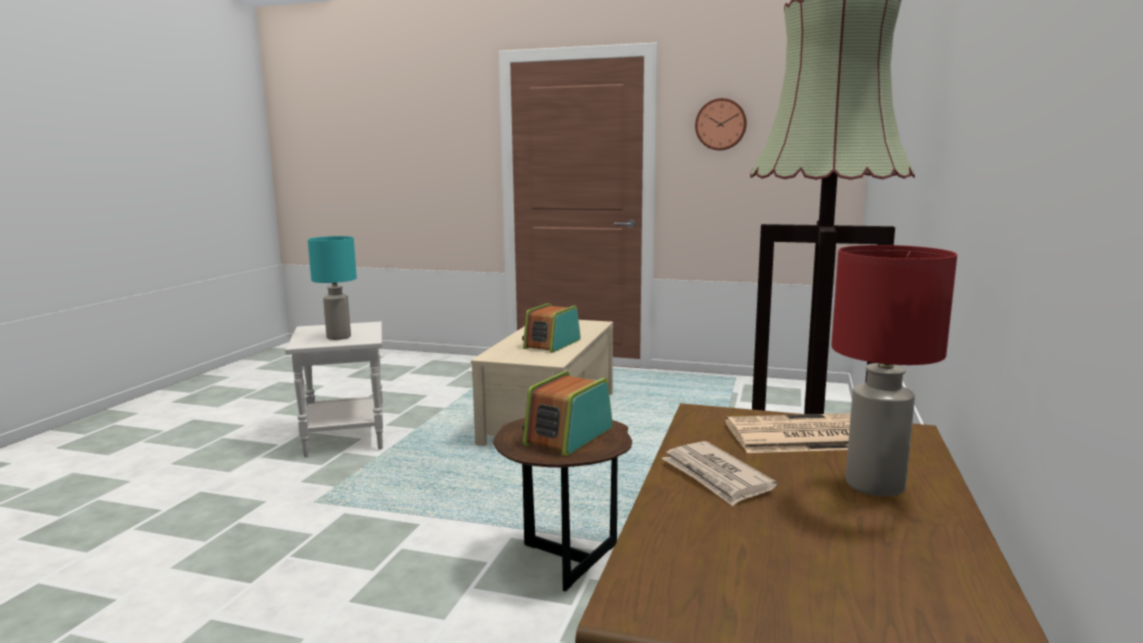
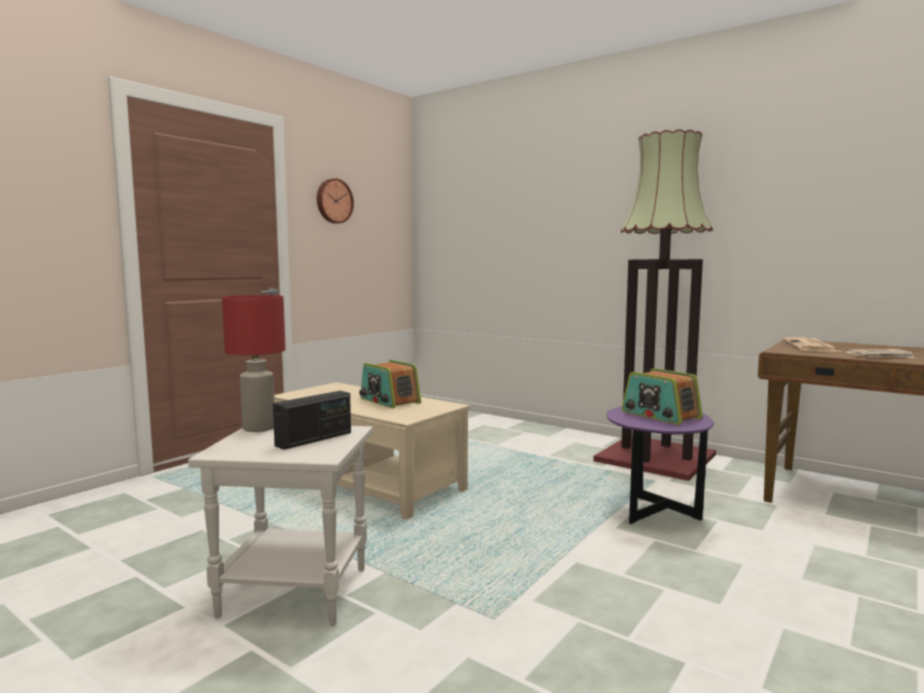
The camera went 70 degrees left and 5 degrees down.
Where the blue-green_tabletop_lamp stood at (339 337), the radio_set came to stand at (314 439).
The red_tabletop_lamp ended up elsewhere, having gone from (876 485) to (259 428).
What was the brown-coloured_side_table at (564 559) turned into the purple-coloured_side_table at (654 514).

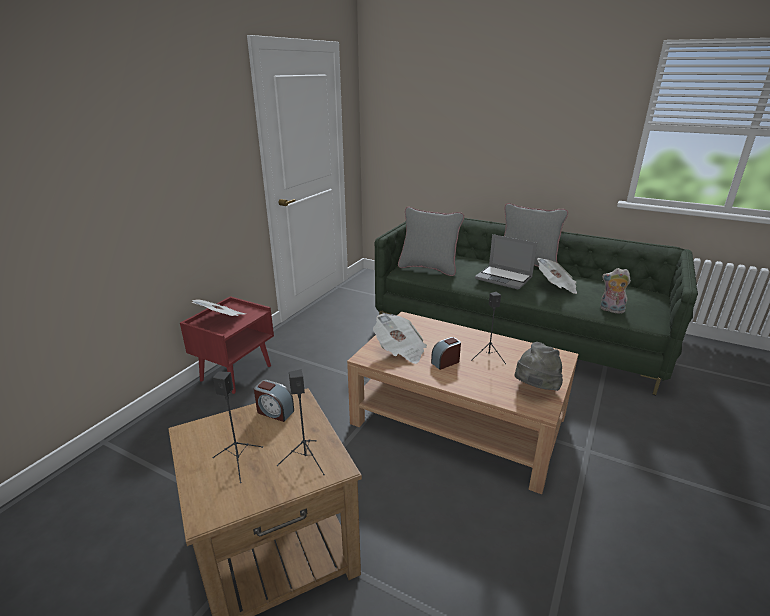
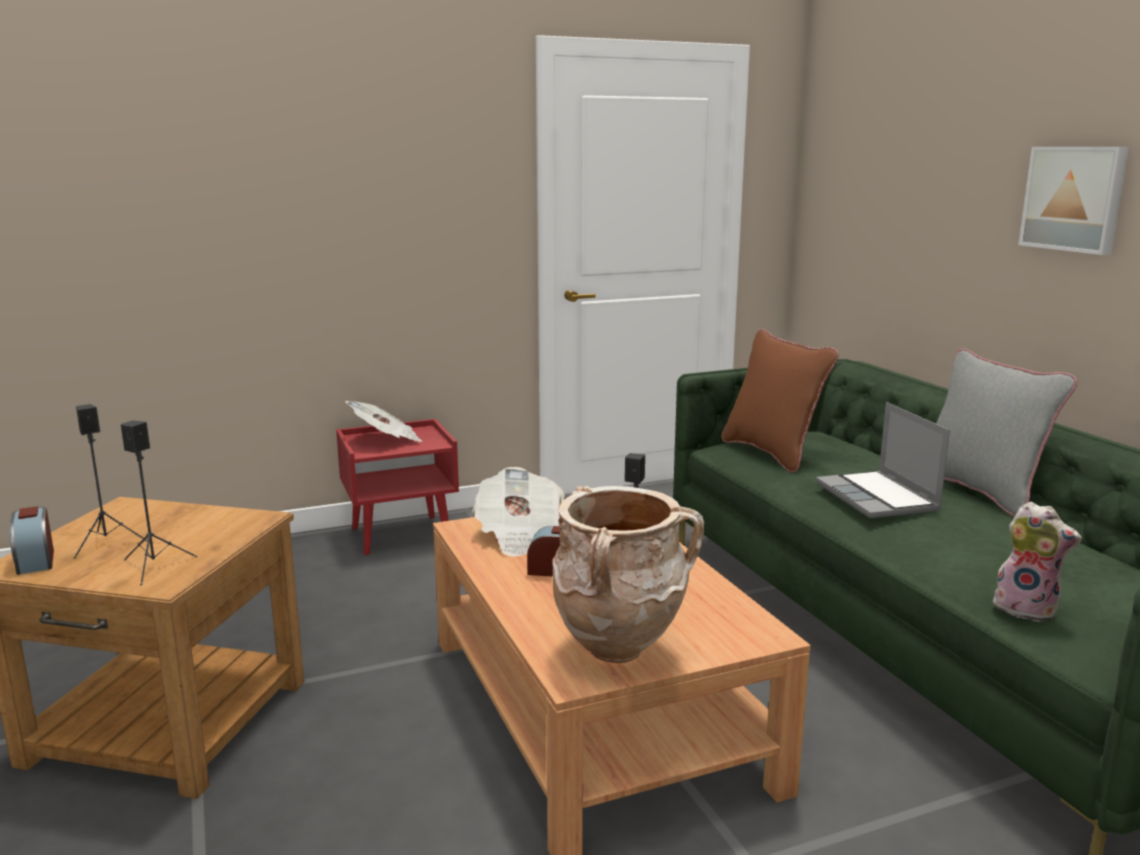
The camera went 40 degrees right and 10 degrees down.
What was the grey_cushion at (428 268) turned into the brown-coloured_cushion at (772 453).
The second view lost the printed_paper at (556 286).
The cuddly_toy at (610 310) ended up facing another way, 150 degrees clockwise from before.
Where the grey_wearable_hat stood at (535 389), the beige-coloured_vase came to stand at (619 652).
The alarm_clock ended up elsewhere, having gone from (274 412) to (35 561).
The second view gained the wall_picture at (1074 198).

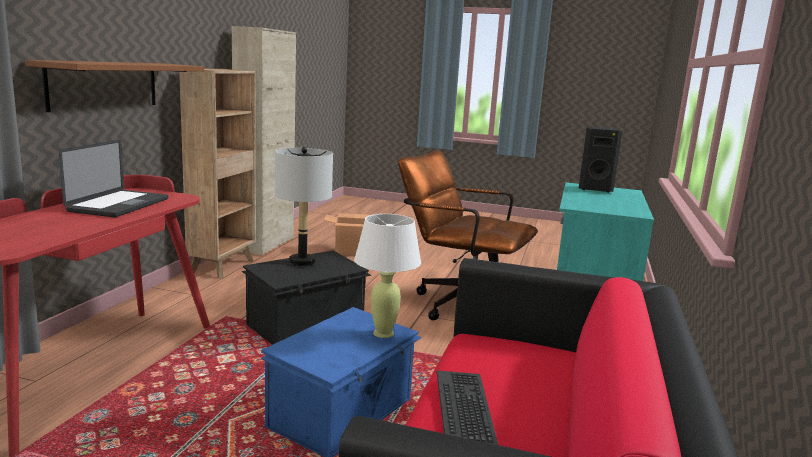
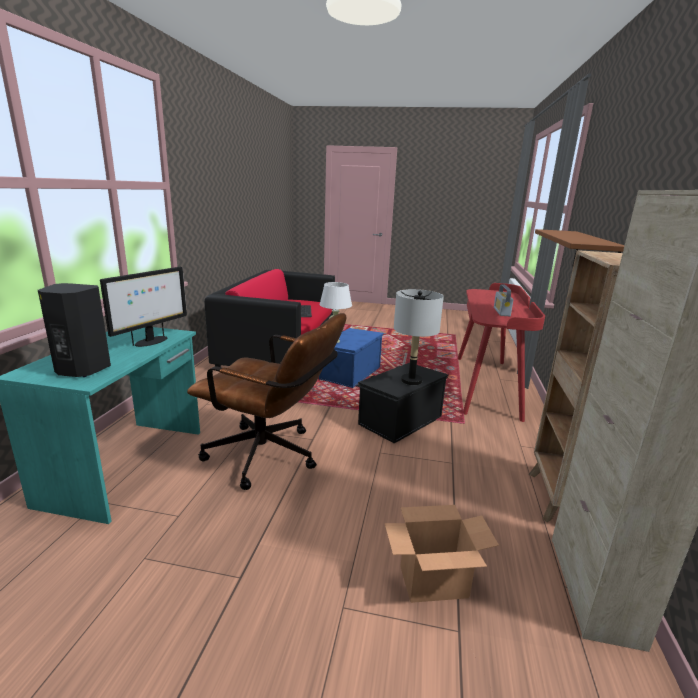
The camera went 175 degrees right and 5 degrees up.
Where the portable_computer stood at (119 205), the radio_set came to stand at (501 312).
The second view gained the monitor at (151 341).

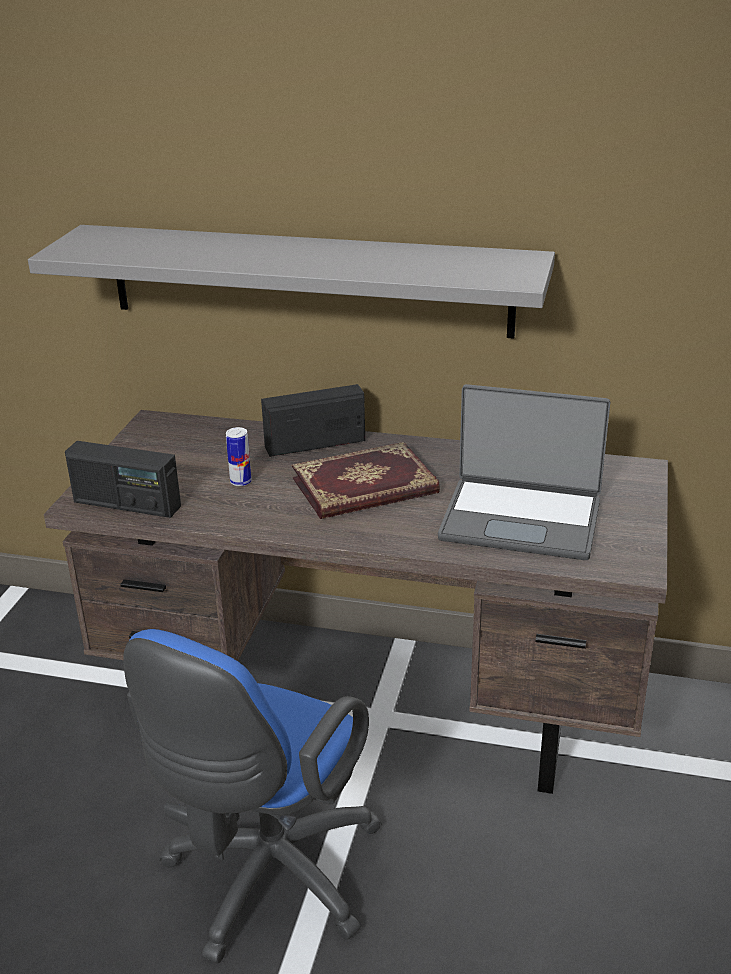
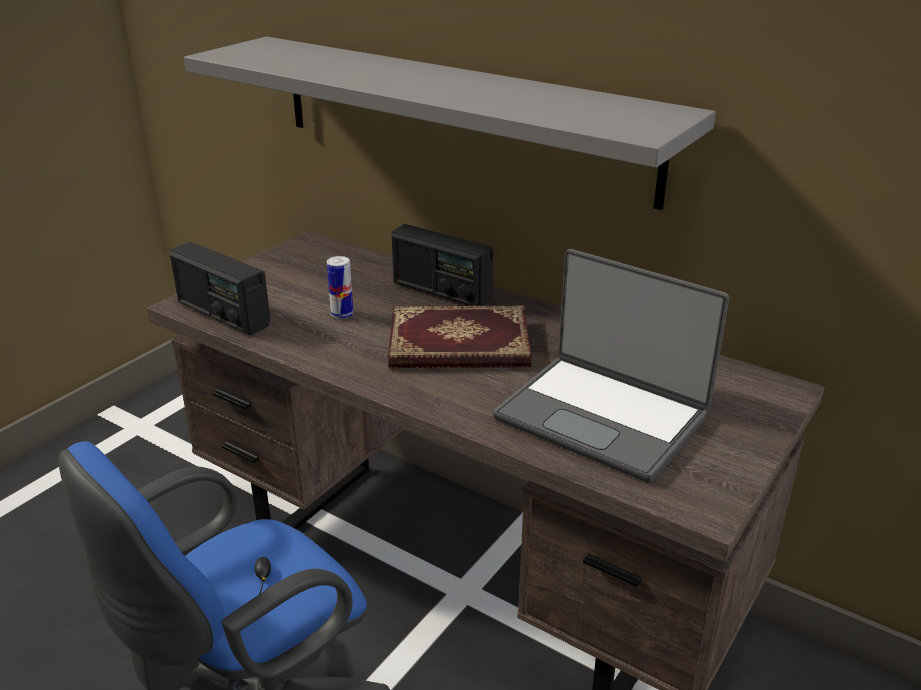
The camera went 20 degrees right and 0 degrees up.
The radio_set at (315 444) ended up facing another way, 150 degrees counterclockwise from before.

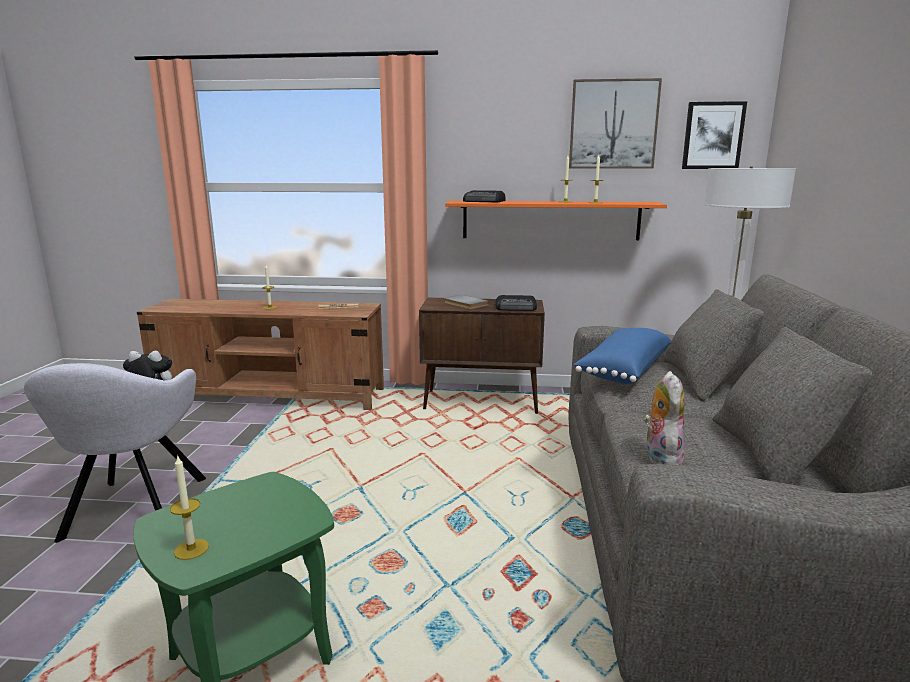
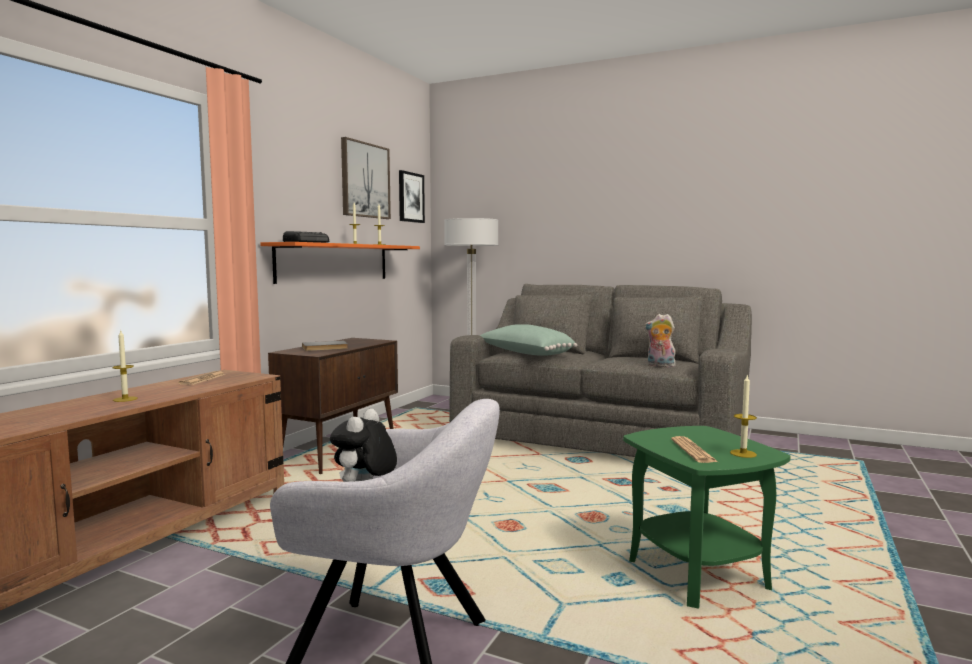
The camera went 70 degrees left and 10 degrees down.
The second view lost the radio_set at (516 308).
What was the blue_cushion at (622 370) turned into the green-coloured_cushion at (525 354).
The second view gained the printed_paper at (693 451).

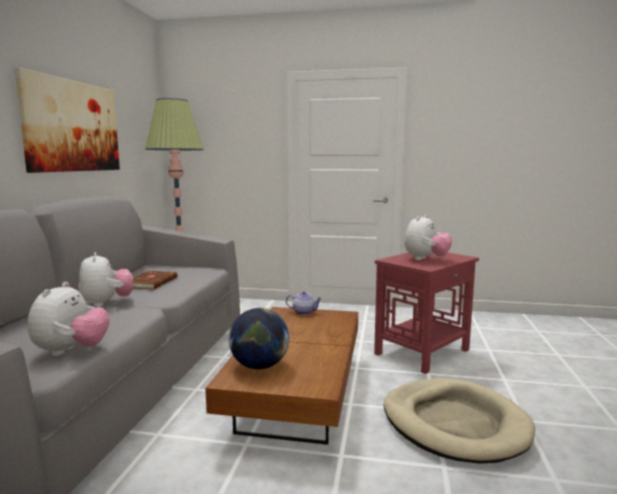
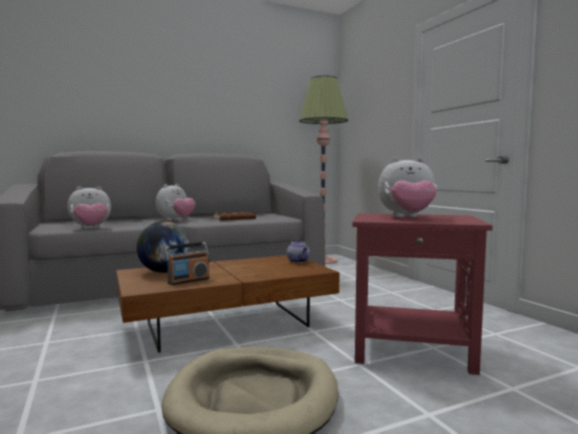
The camera went 55 degrees right and 5 degrees down.
The second view lost the wall_picture at (73 126).
The second view gained the radio_set at (188 281).

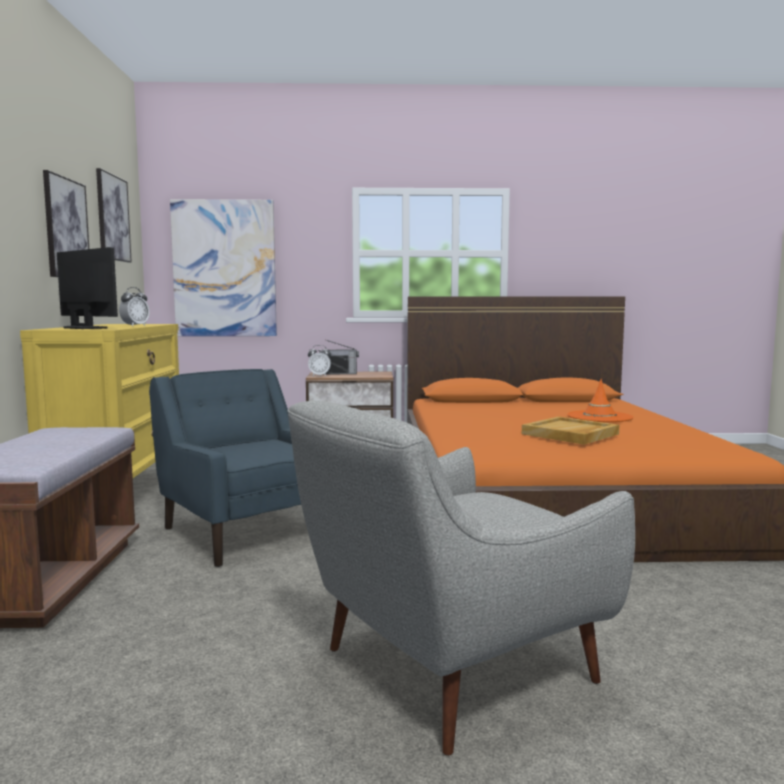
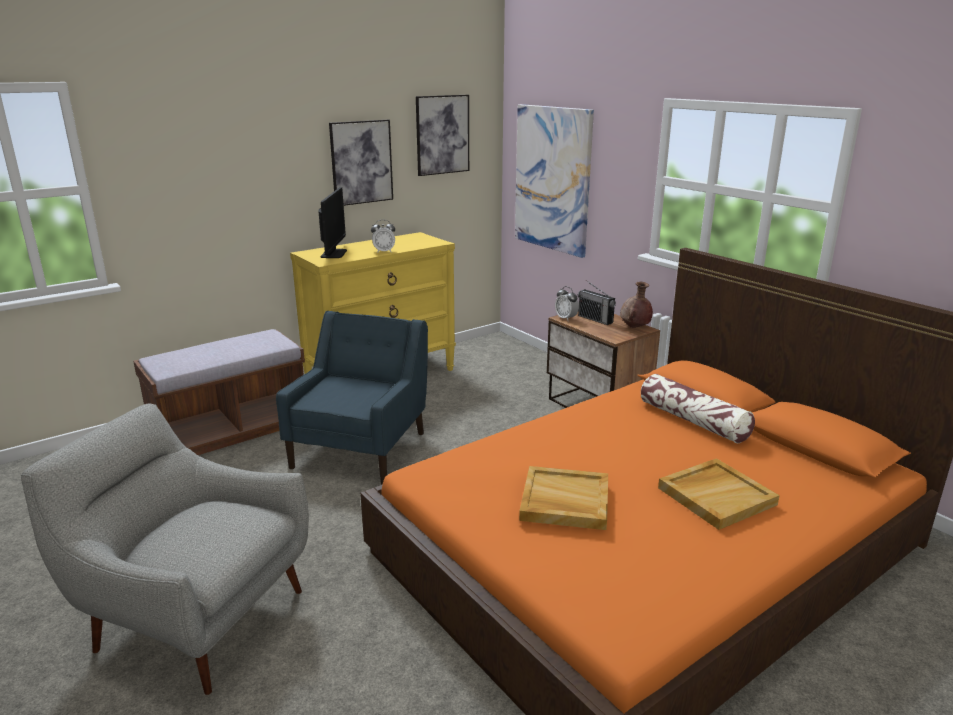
The camera went 55 degrees right and 15 degrees up.
Where the orangey_wearable_hat stood at (599 417), the beige-coloured_tray came to stand at (716 495).
The second view gained the brown-coloured_vase at (634 327).
The second view gained the cushion at (693 421).

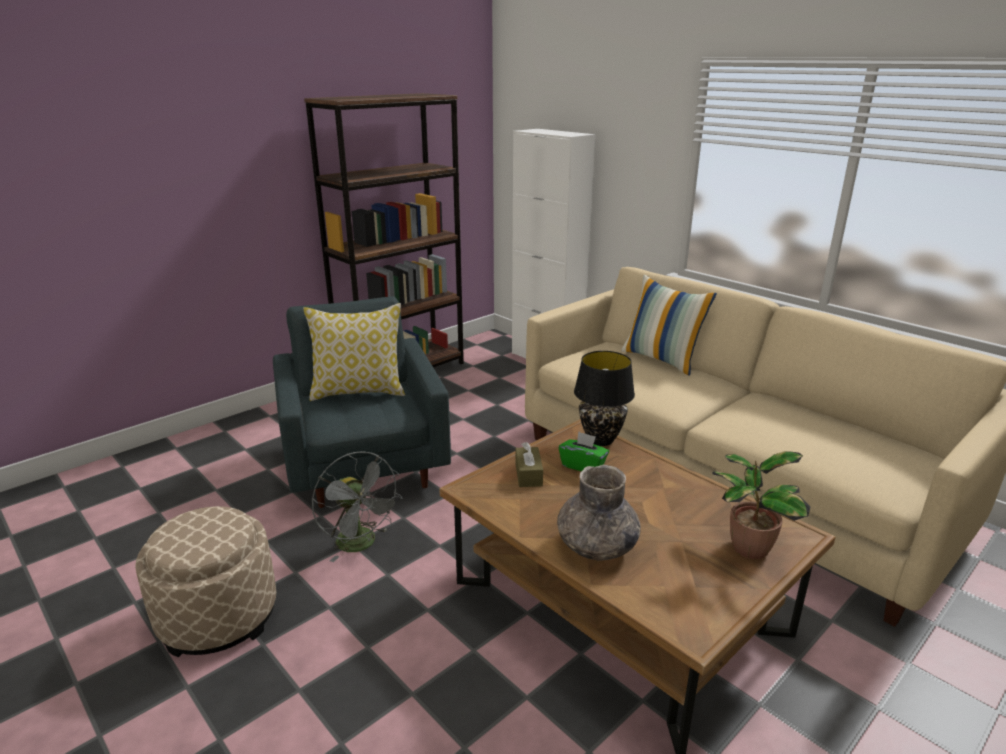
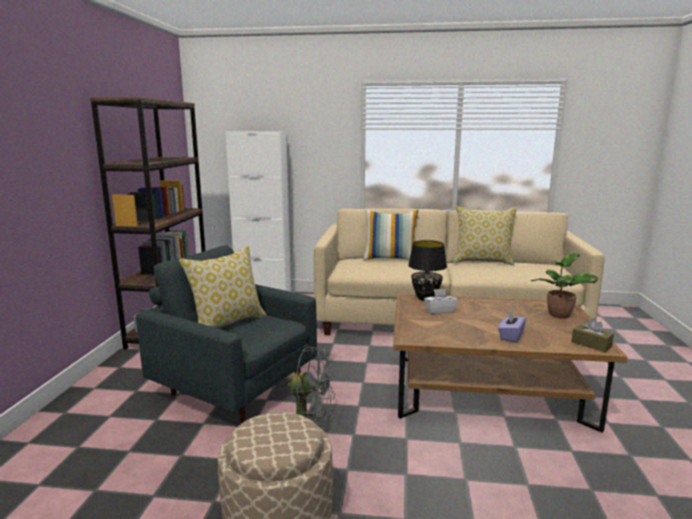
The camera went 40 degrees left and 10 degrees down.
What was the green-coloured_box_of_tissues at (583 465) turned into the white_box_of_tissues at (439 311).
The brown-coloured_box_of_tissues ended up elsewhere, having gone from (528 474) to (591 344).
Where the grey_vase stood at (596 546), the purple-coloured_box_of_tissues came to stand at (511 336).
The second view gained the cushion at (483 261).

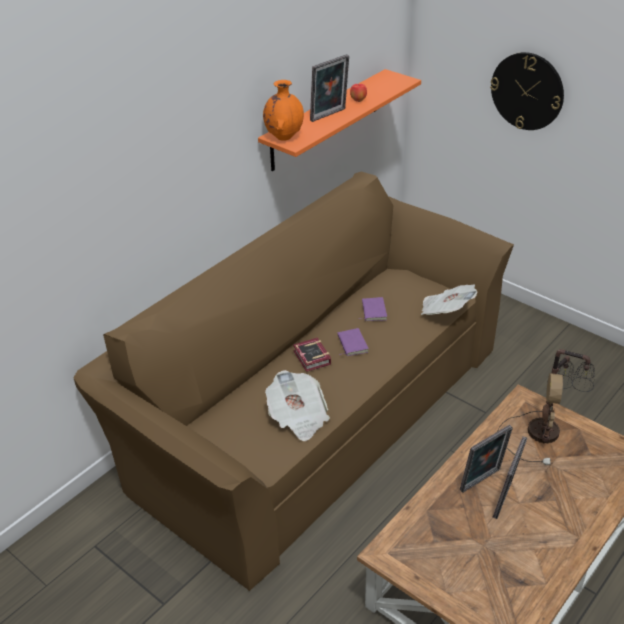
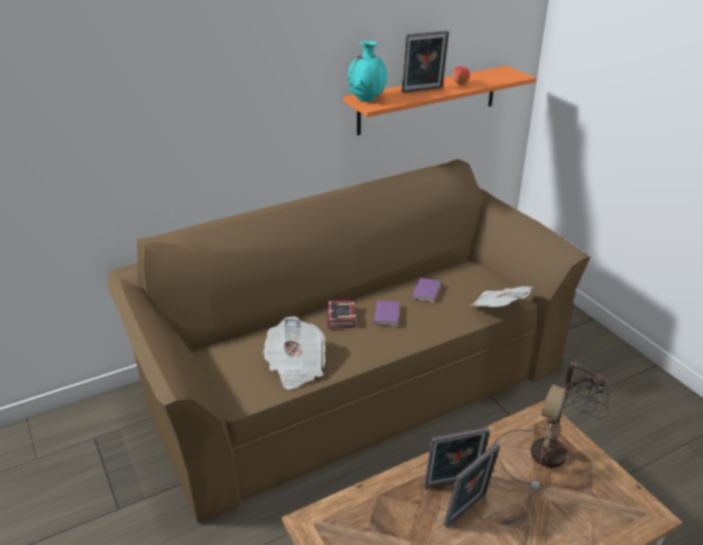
The camera went 20 degrees right and 5 degrees down.
The second view lost the wall_clock at (527 91).
What was the orangey_vase at (284 137) turned into the blue-green_vase at (366 99).

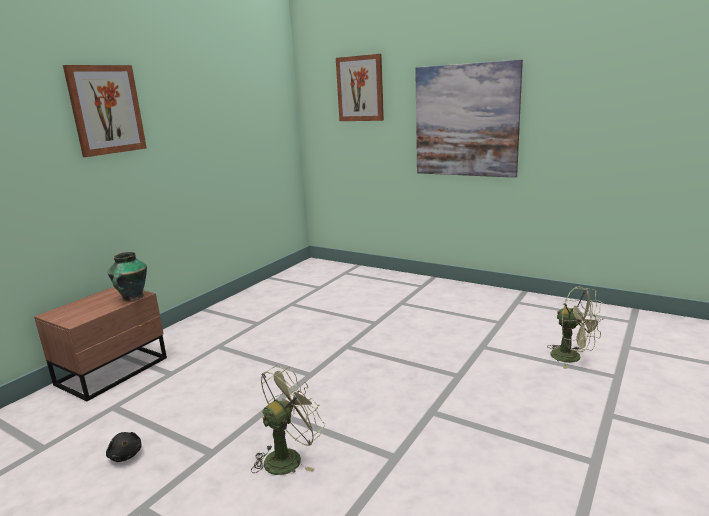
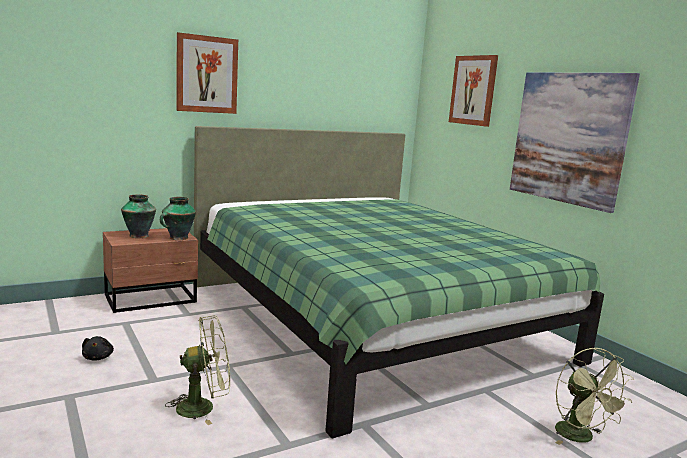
The camera went 25 degrees right and 5 degrees down.
The second view gained the green-coloured_sleeping_bed at (370 321).
The second view gained the vase at (139 235).

